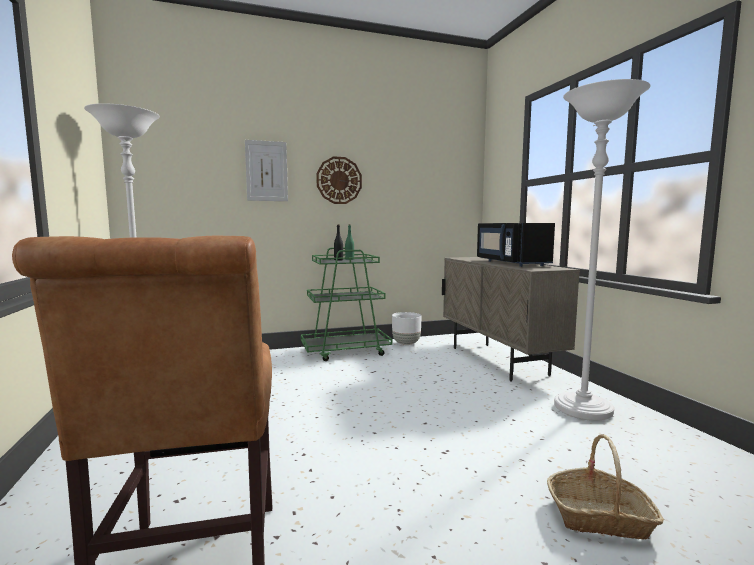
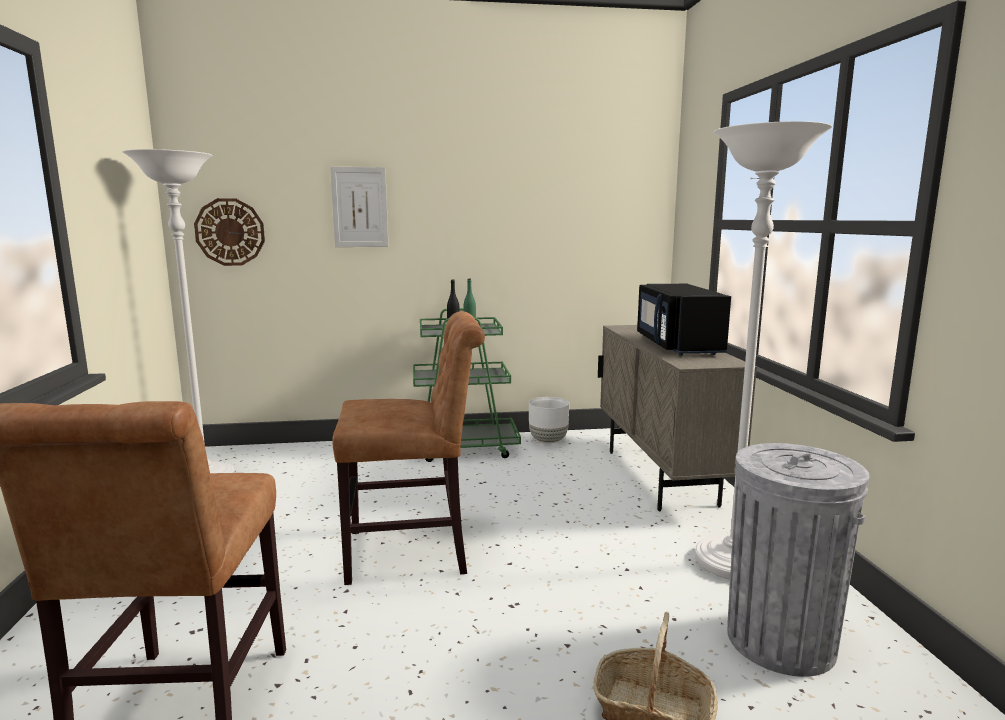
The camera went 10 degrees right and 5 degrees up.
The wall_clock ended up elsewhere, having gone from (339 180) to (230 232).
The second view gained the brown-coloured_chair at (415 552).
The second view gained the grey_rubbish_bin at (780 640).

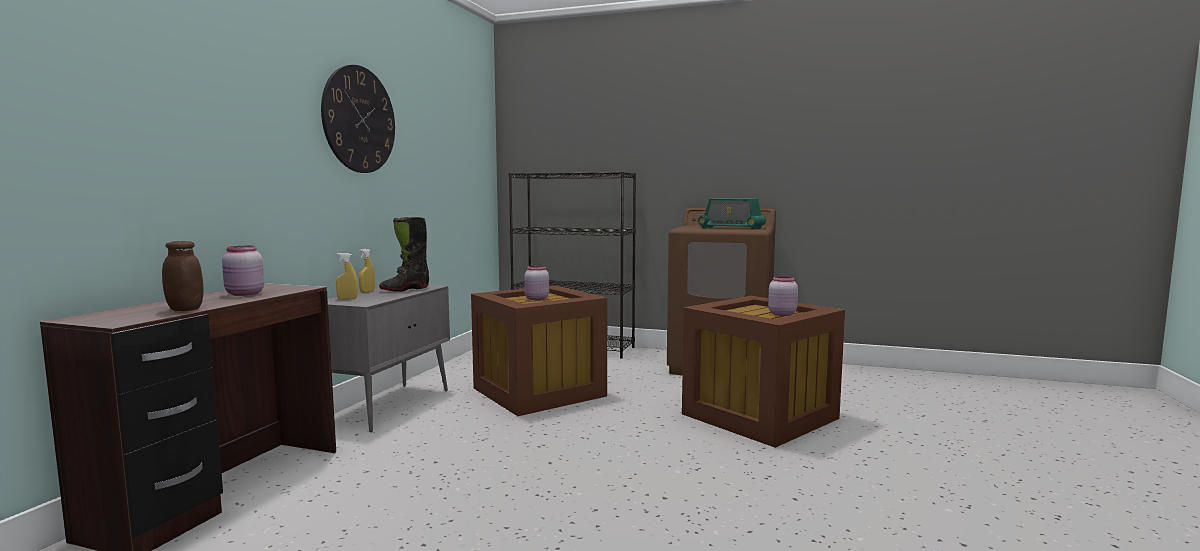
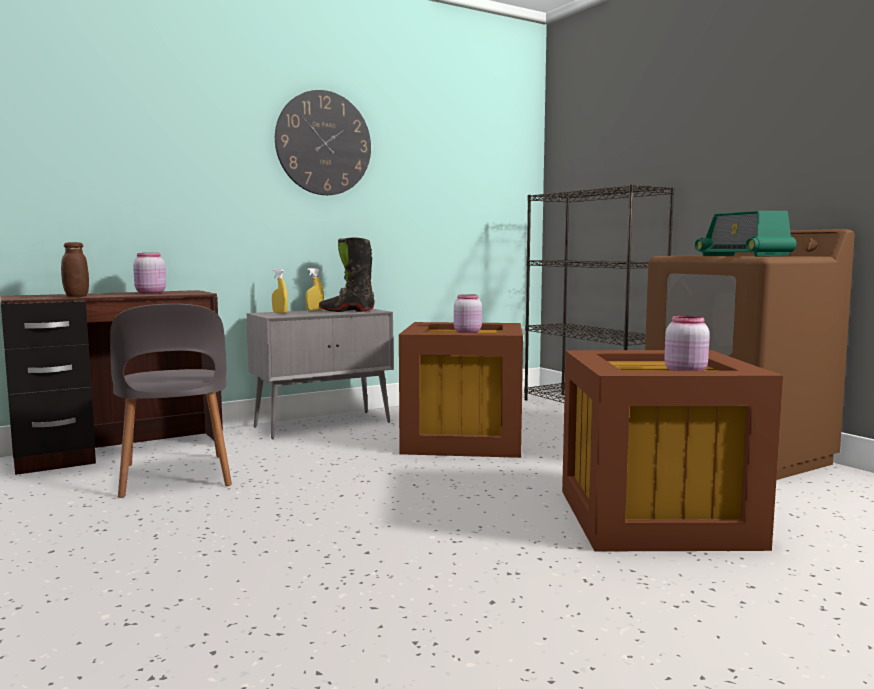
The camera went 40 degrees right and 0 degrees up.
The second view gained the grey_chair at (175 476).

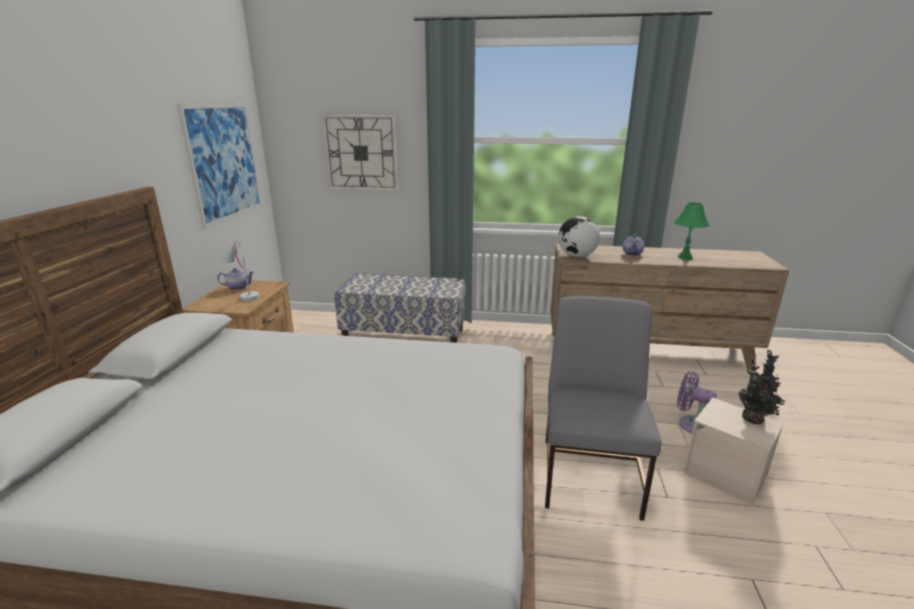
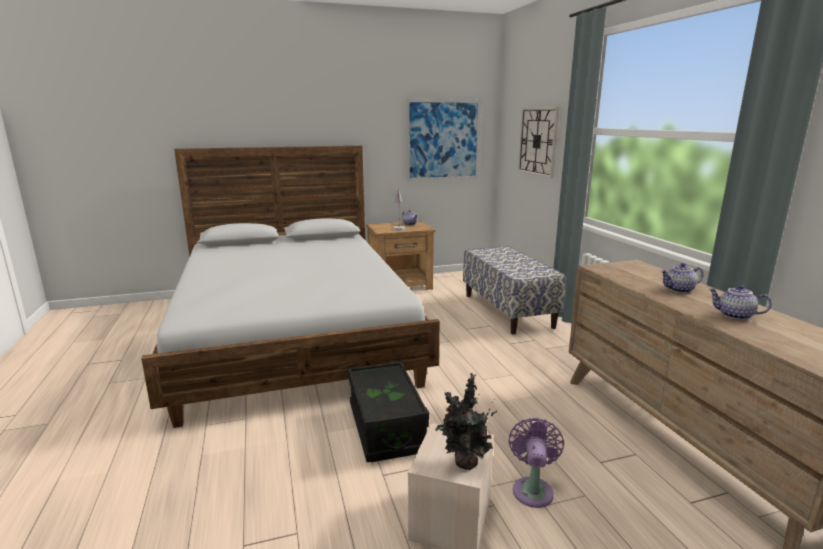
The camera went 65 degrees right and 5 degrees down.
Where the green-coloured_tabletop_lamp stood at (684 257), the pot_for_tea came to stand at (734 316).
The second view lost the world_globe at (576 256).
Where the grey_chair stood at (590 475), the blackish_storage_box came to stand at (386 427).

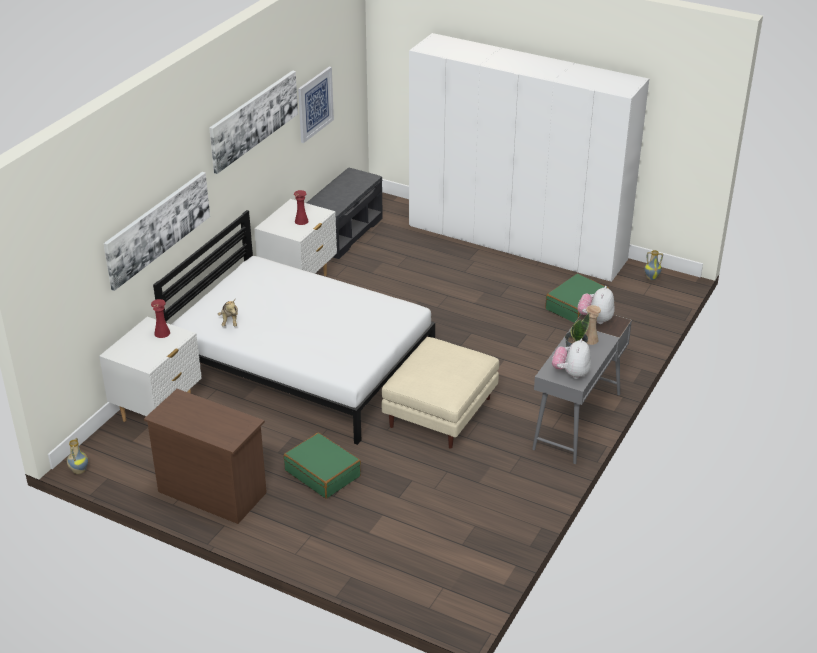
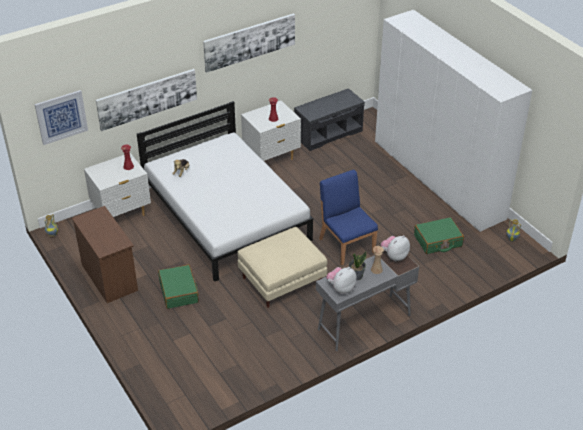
The camera went 30 degrees right and 5 degrees up.
The wall_picture ended up elsewhere, having gone from (315 104) to (61 117).
The second view gained the blue_chair at (346 245).

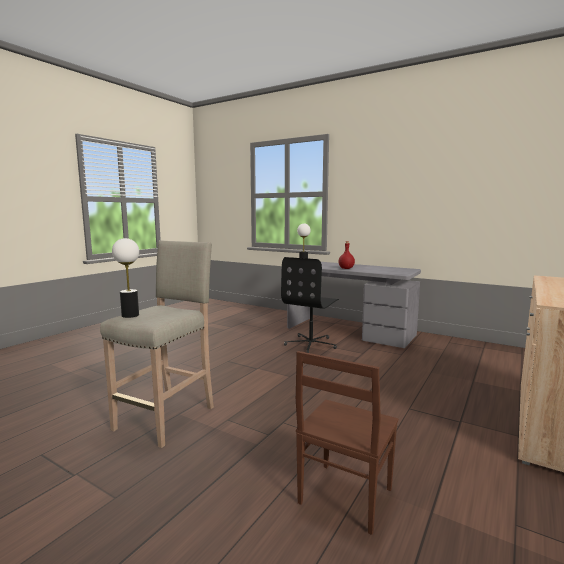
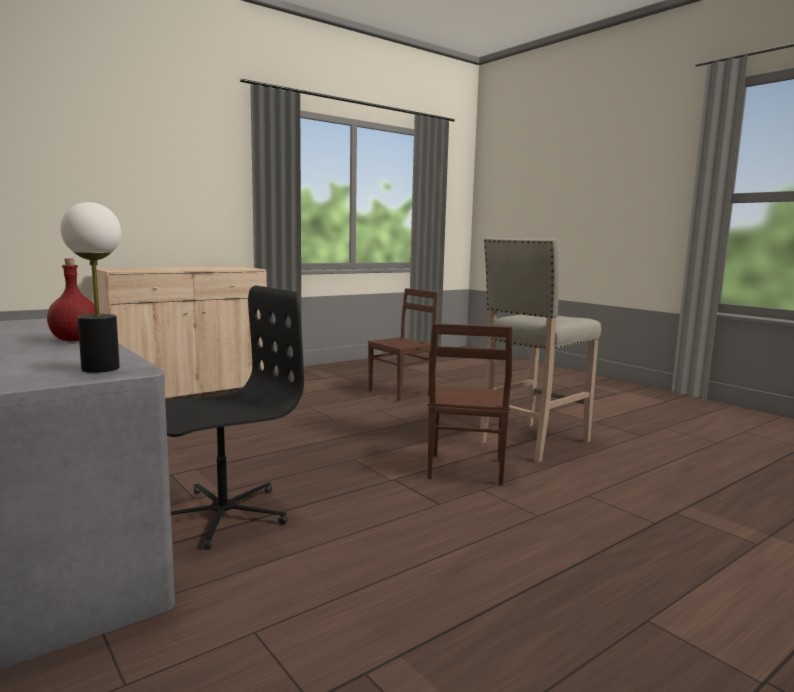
The camera went 160 degrees left and 0 degrees up.
The second view lost the tabletop_lamp at (130 315).
The second view gained the brown-coloured_chair at (464 470).

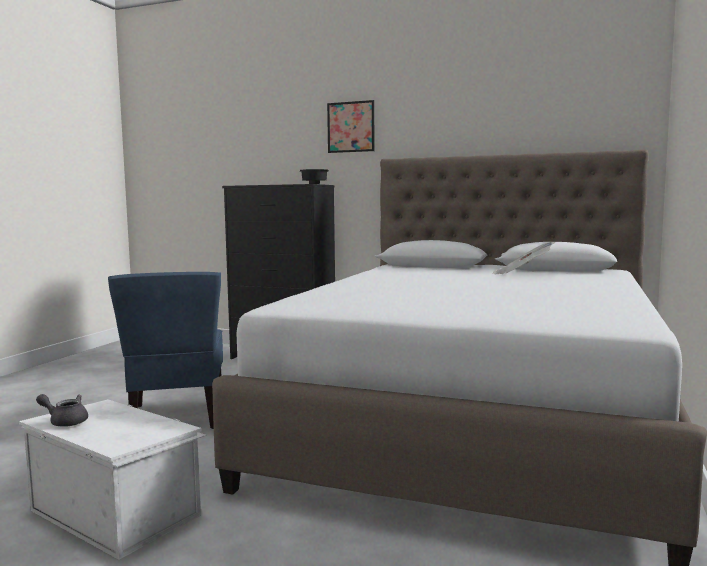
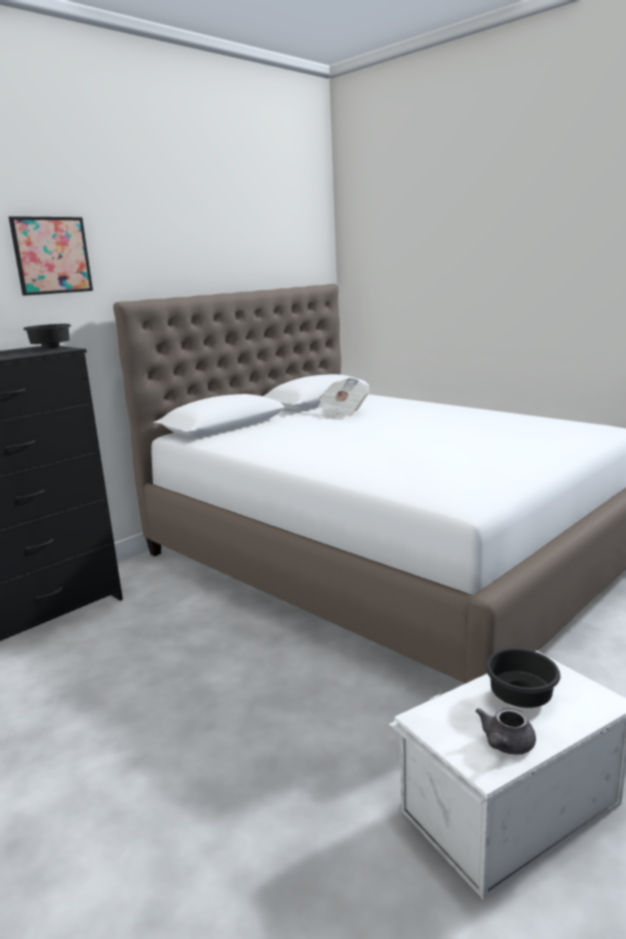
The camera went 65 degrees left and 10 degrees up.
The second view lost the blue_chair at (177 417).
The second view gained the blackish_deep_dish at (523 698).

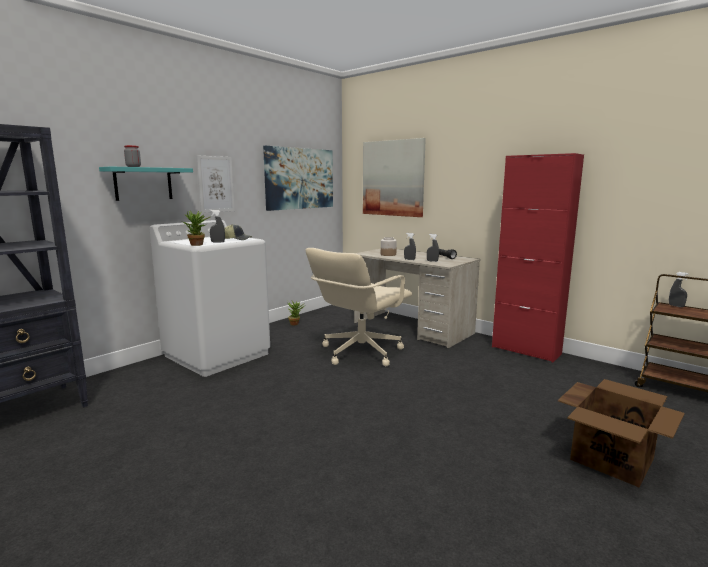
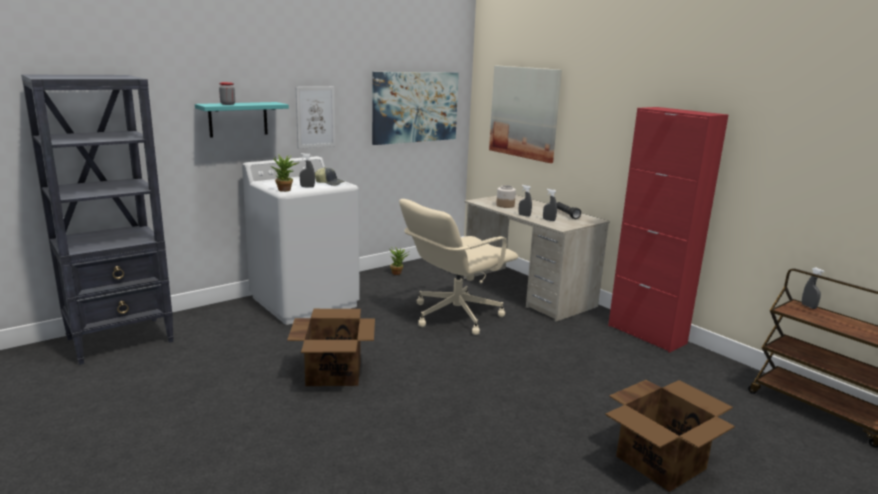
The camera went 10 degrees right and 5 degrees up.
The second view gained the packing_box at (334 372).

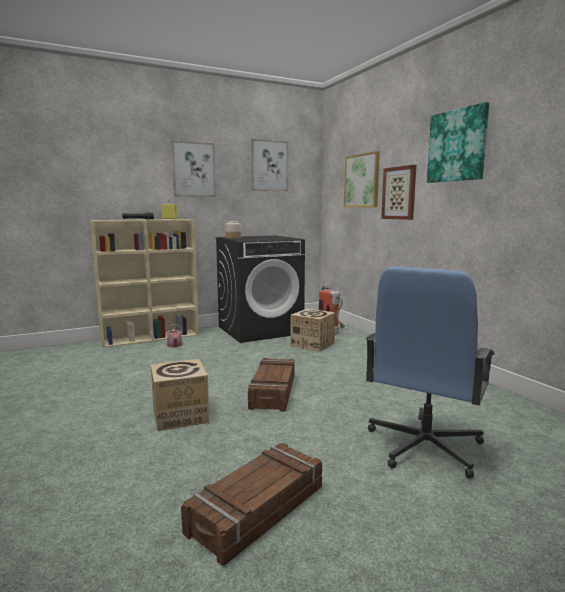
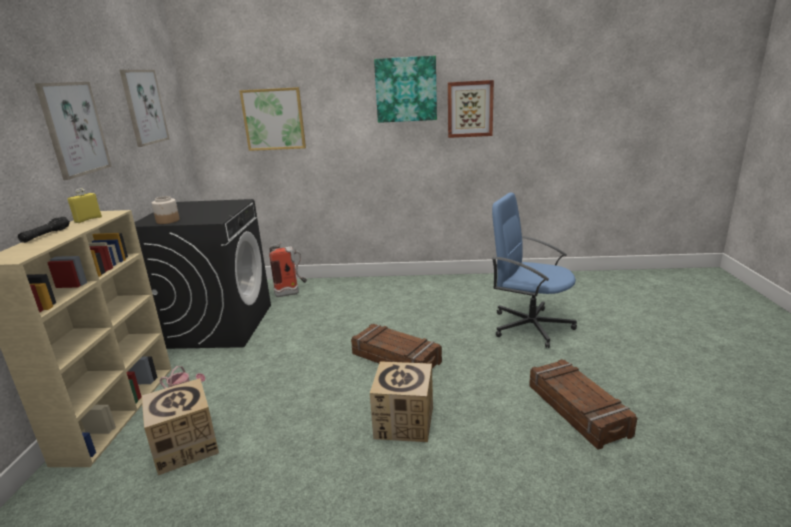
The camera went 60 degrees left and 10 degrees up.
The wall_picture ended up elsewhere, having gone from (399 193) to (470 109).
The blue_computer_chair at (423 446) ended up facing another way, 150 degrees clockwise from before.
The packing_box ended up elsewhere, having gone from (312 344) to (185 446).

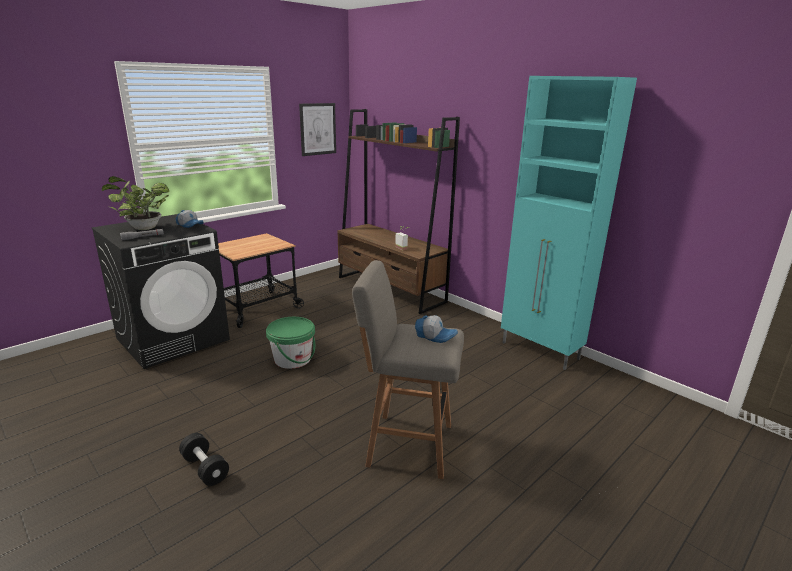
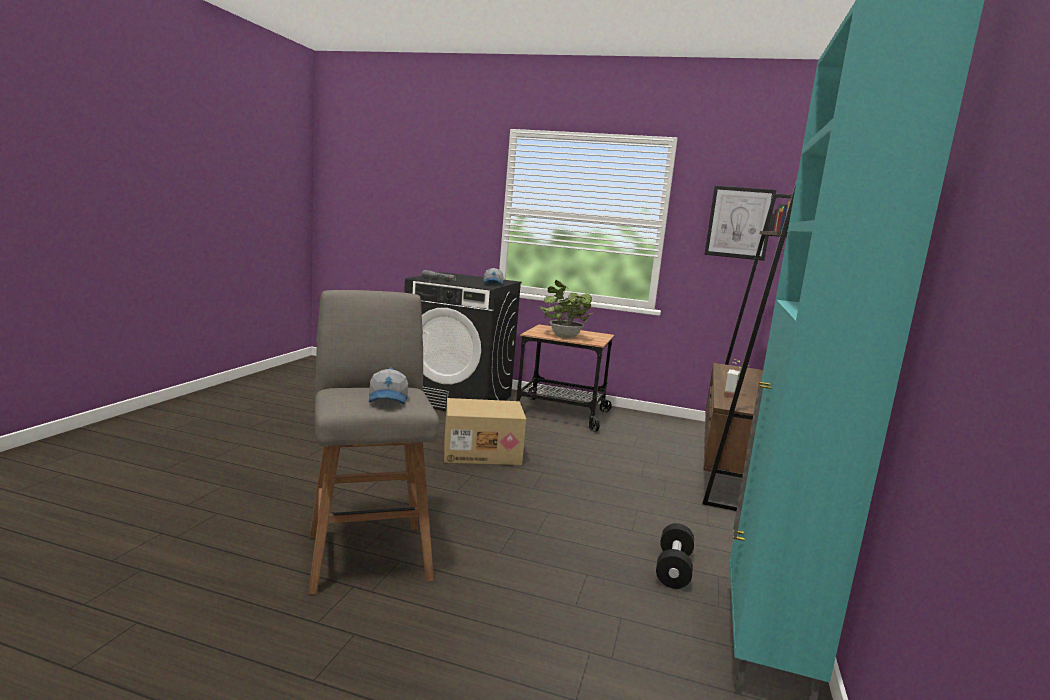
The camera went 60 degrees right and 10 degrees down.
The houseplant ended up elsewhere, having gone from (142 228) to (563 336).
Where the green-coloured_water_bucket stood at (292 359), the packing_box came to stand at (482 452).
The blackish_dumbbell ended up elsewhere, having gone from (205 468) to (673 569).

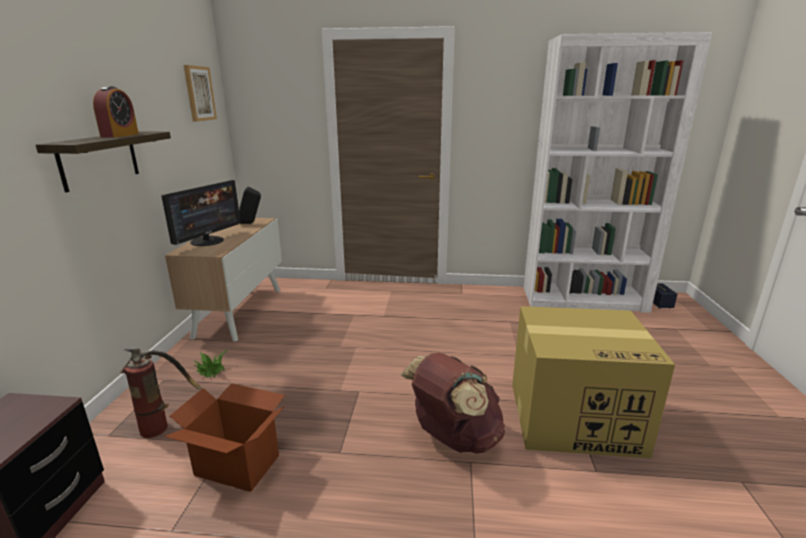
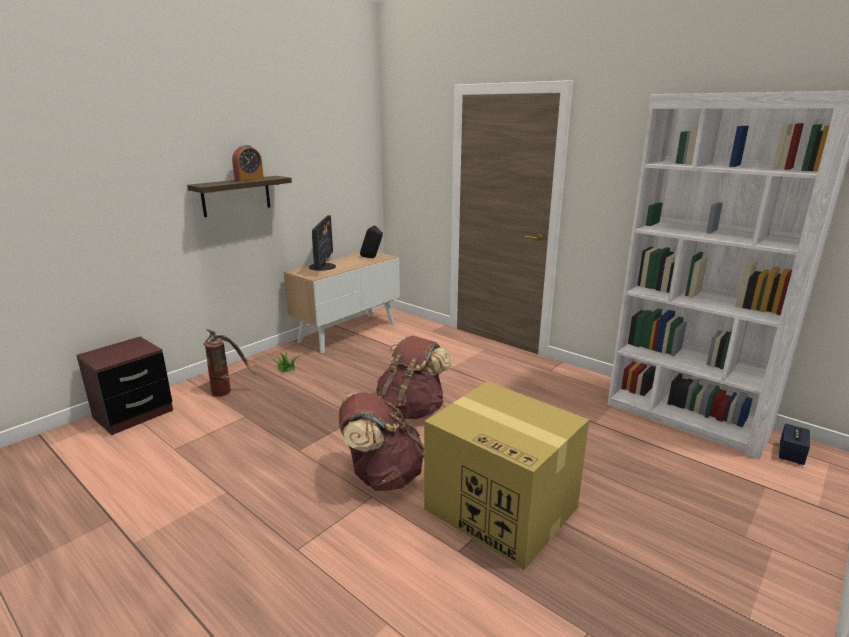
The camera went 35 degrees right and 0 degrees up.
The second view lost the wall_picture at (199 93).
The monitor at (207 241) ended up facing another way, 60 degrees counterclockwise from before.
The second view lost the packing_box at (238 464).
The second view gained the brown-coloured_rucksack at (412 410).

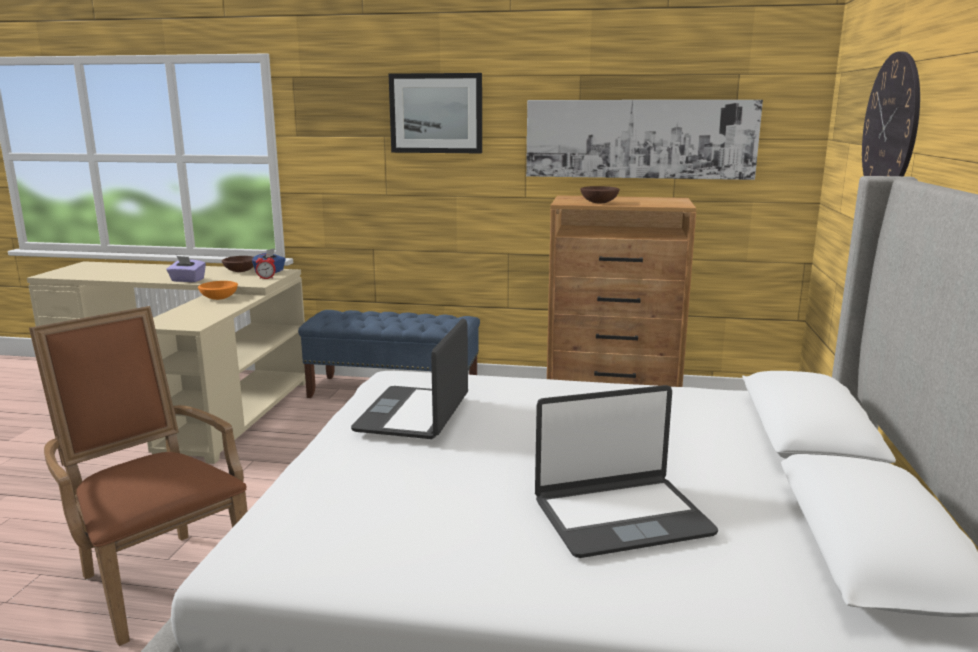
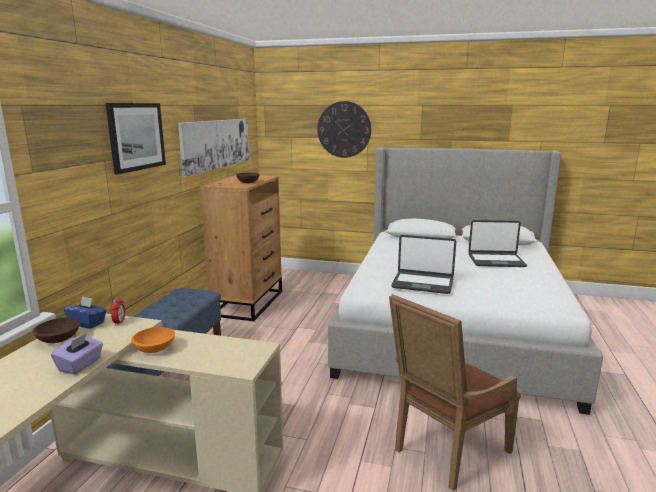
The camera went 85 degrees left and 0 degrees up.
The portable_computer at (621 516) ended up facing another way, 105 degrees clockwise from before.

